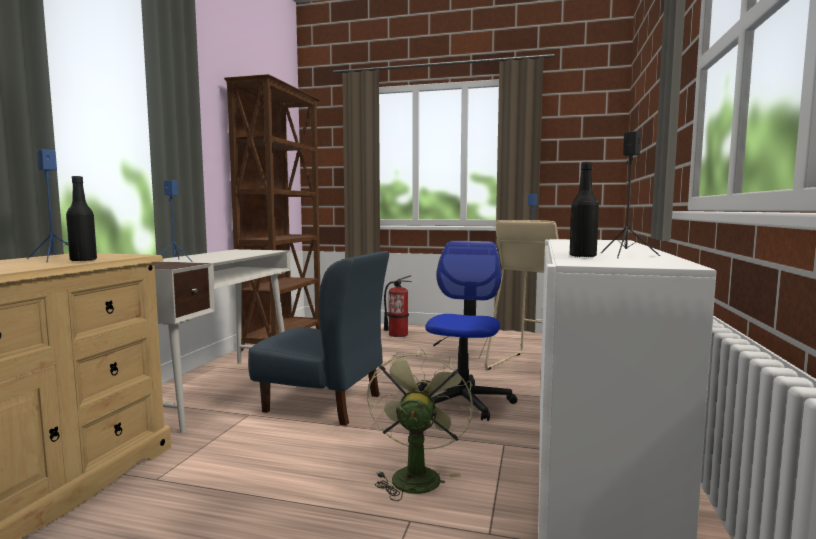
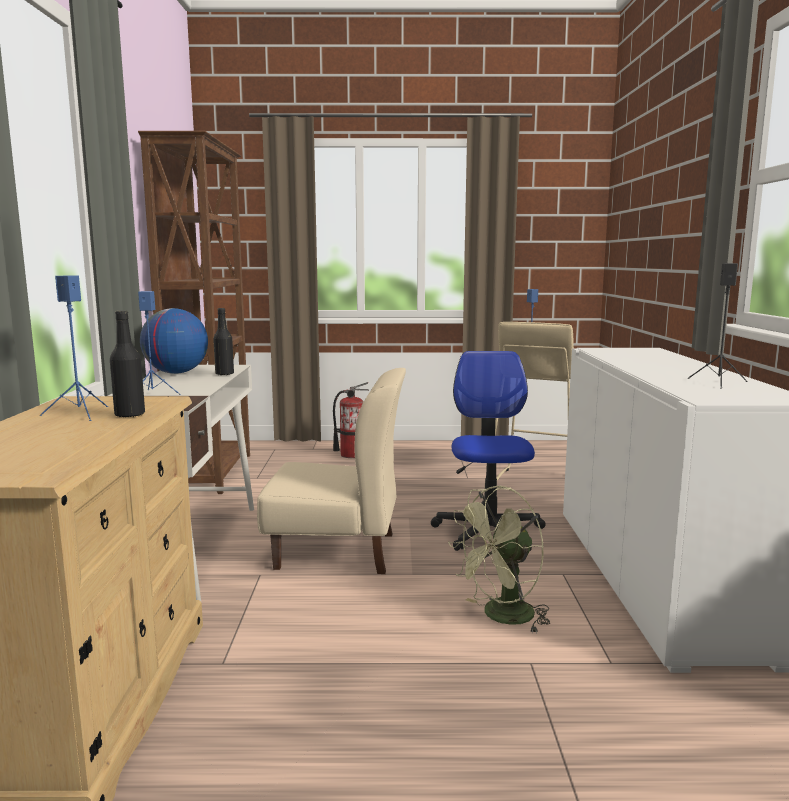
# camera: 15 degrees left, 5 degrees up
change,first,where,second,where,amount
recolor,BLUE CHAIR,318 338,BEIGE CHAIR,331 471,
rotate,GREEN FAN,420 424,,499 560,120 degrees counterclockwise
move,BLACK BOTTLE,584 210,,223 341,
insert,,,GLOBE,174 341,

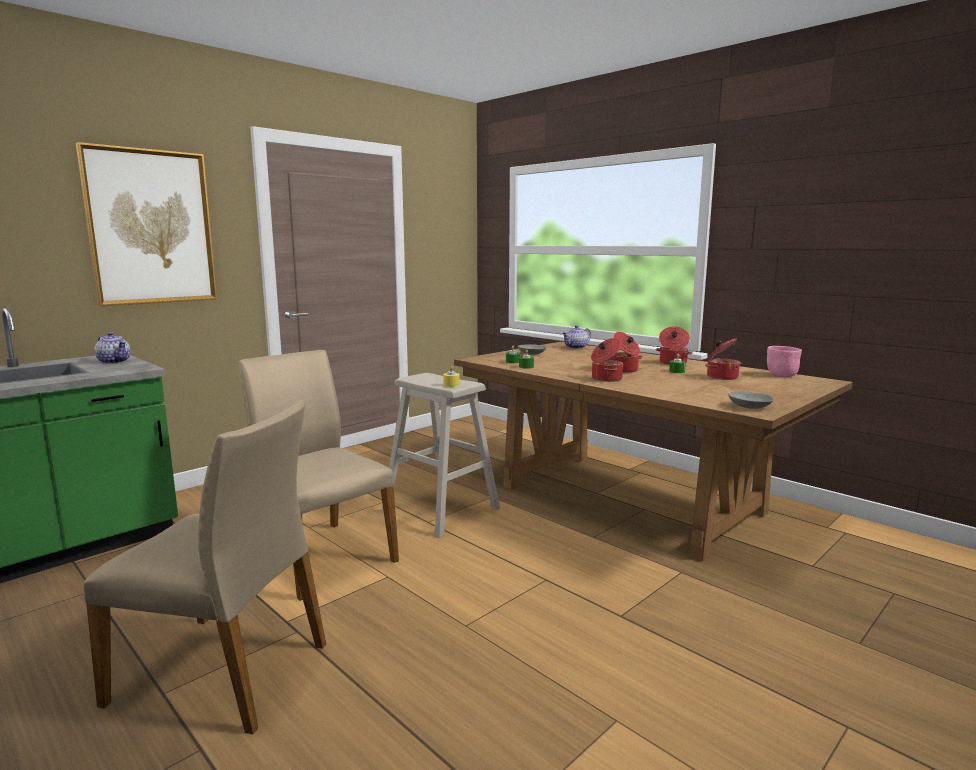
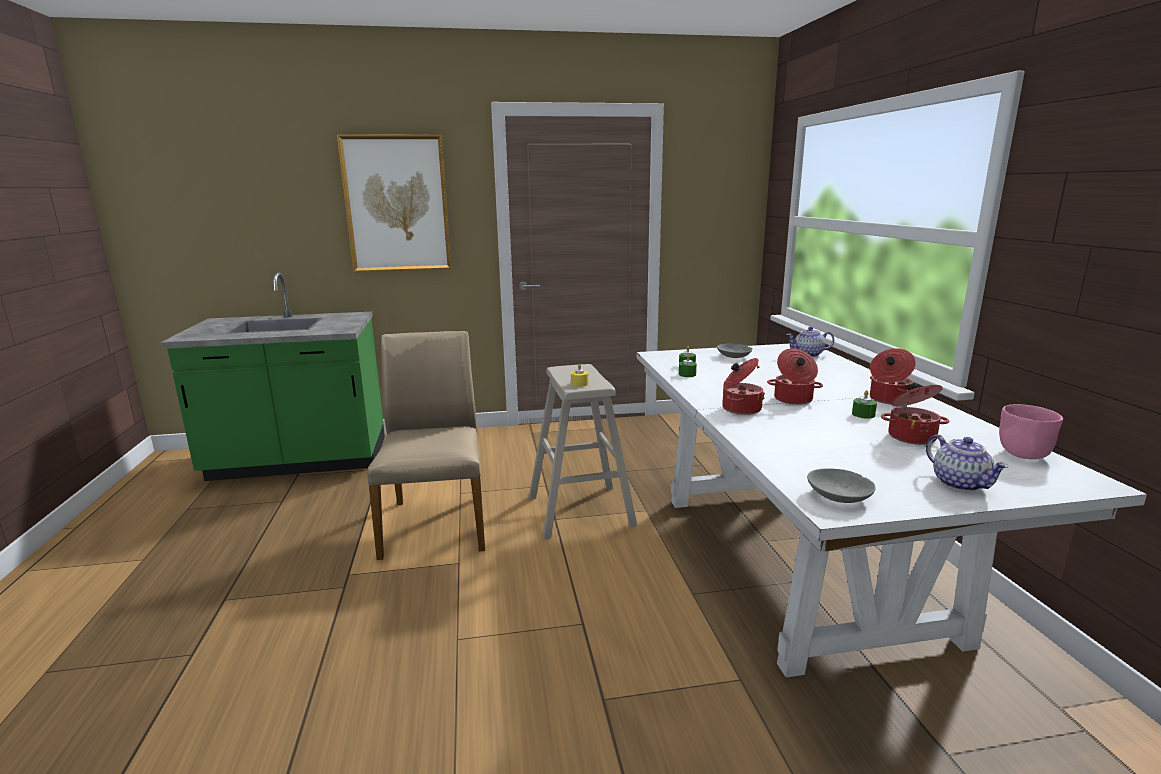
# camera: 35 degrees right, 5 degrees up
change,first,where,second,where,amount
delete,BEIGE CHAIR,204 566,,,
move,TEAPOT,113 348,,967 462,
recolor,BROWN DINING TABLE,653 451,WHITE DINING TABLE,892 511,

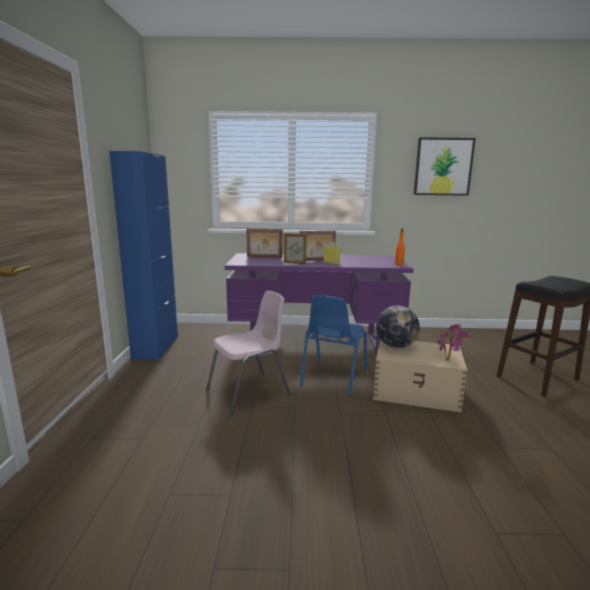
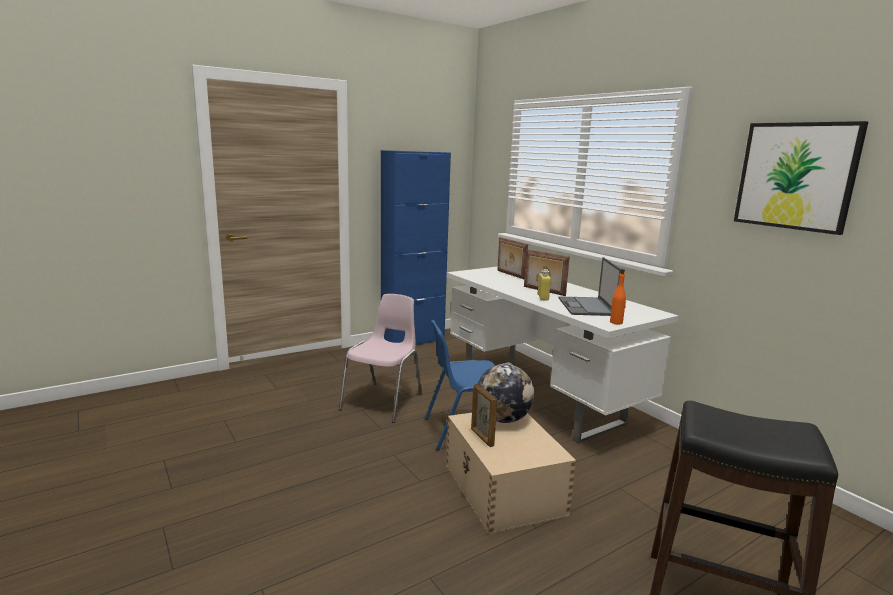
# camera: 55 degrees right, 0 degrees up
change,first,where,second,where,amount
rotate,PINK CHAIR,248 353,,380 358,90 degrees counterclockwise
recolor,PURPLE DESK,319 303,WHITE DESK,563 355,
move,PICTURE FRAME,295 248,,484 415,
delete,POTTED PLANT,454 342,,,
insert,,,LAPTOP,589 286,

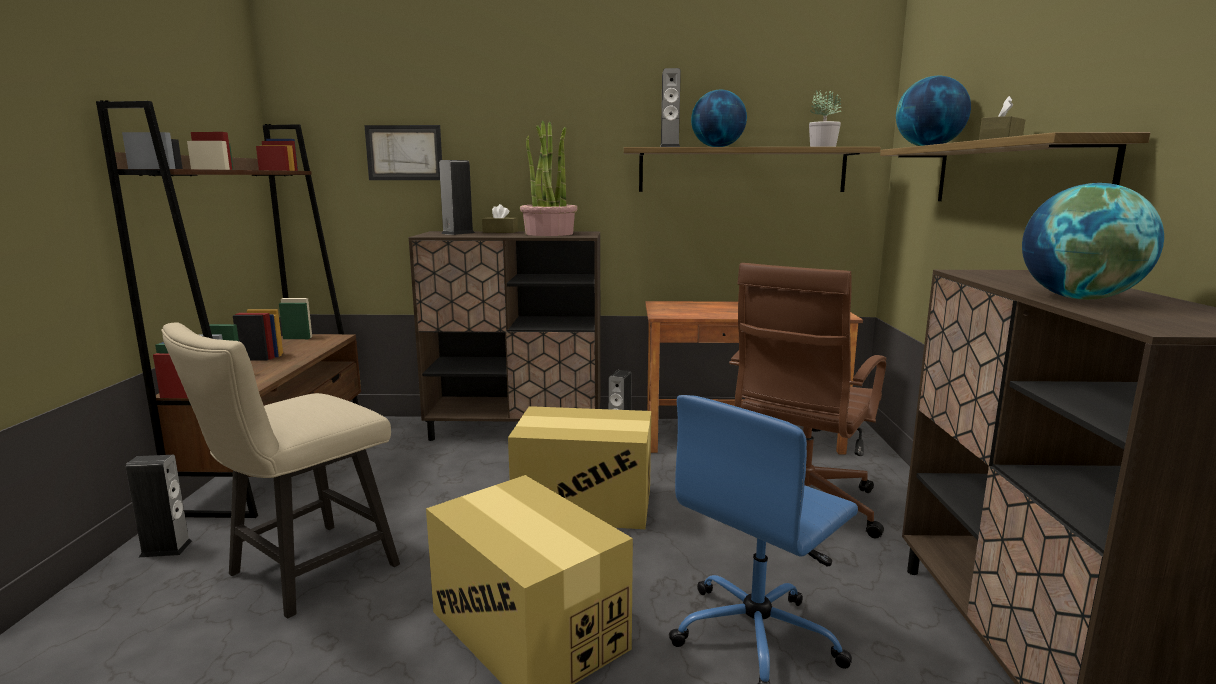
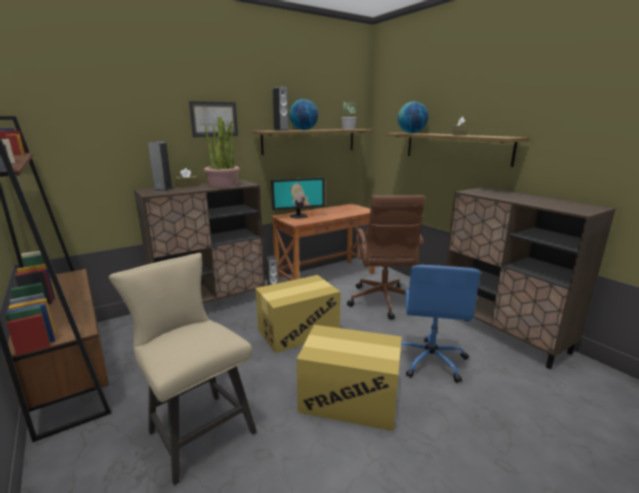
# camera: 35 degrees left, 5 degrees up
change,first,where,second,where,amount
delete,SPEAKER,159 506,,,
rotate,BEIGE CHAIR,280 470,,183 369,135 degrees clockwise
move,PICTURE,403 152,,213 119,
delete,GLOBE,1093 241,,,
insert,,,MONITOR,298 198,

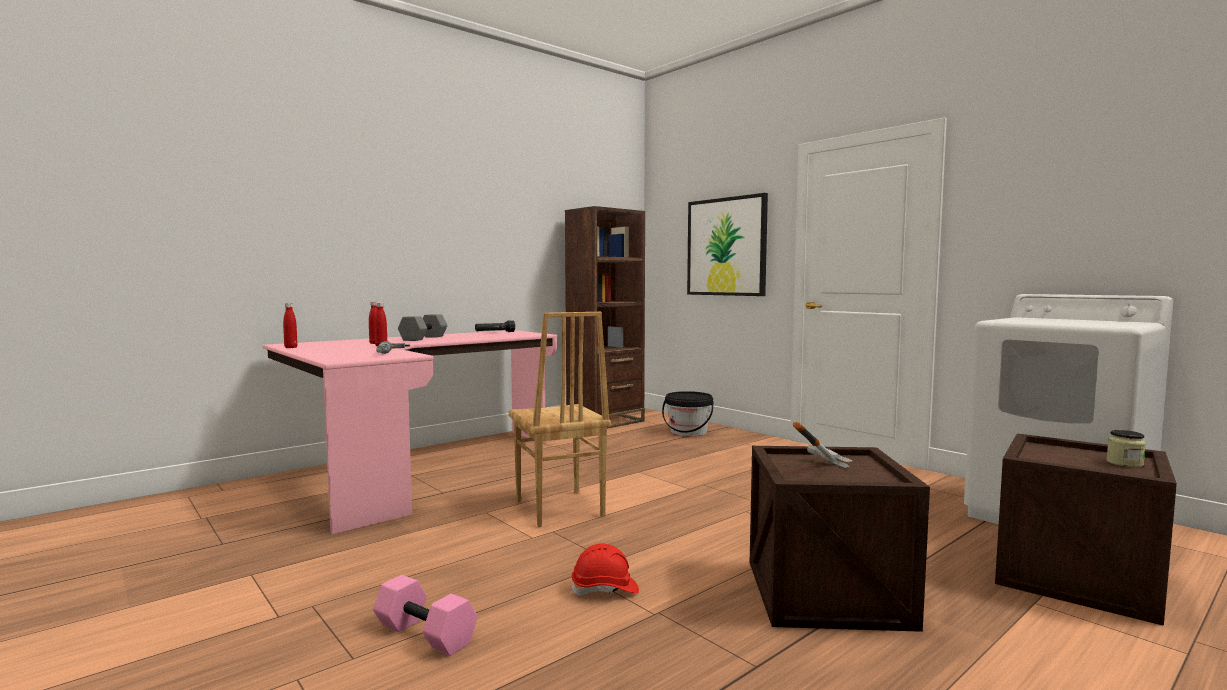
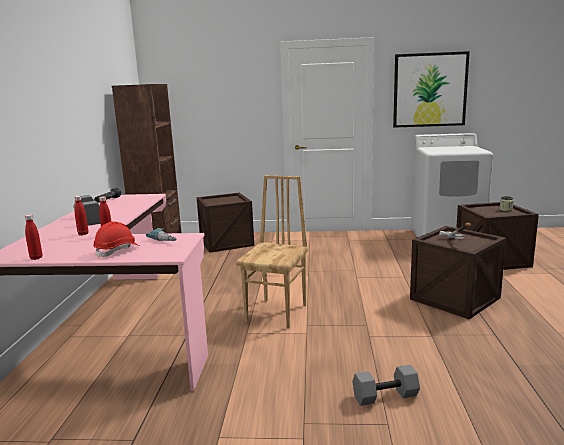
# camera: 45 degrees left, 10 degrees up
change,first,where,second,where,amount
recolor,PINK DUMBBELL,425 615,GREY DUMBBELL,386 385,
rotate,BROWN CHAIR,560 419,,272 251,90 degrees counterclockwise
move,RED HARD HAT,605 569,,116 240,
replace,BLACK BUCKET,688 413,CRATE,225 223,
move,PICTURE,727 244,,431 89,

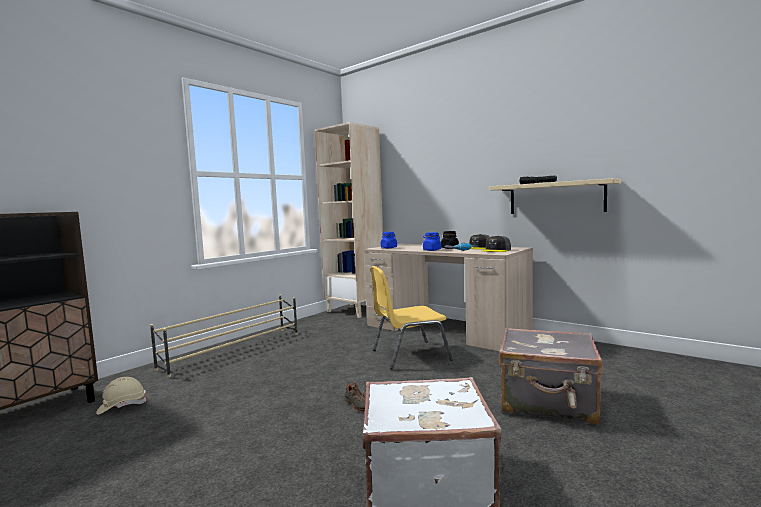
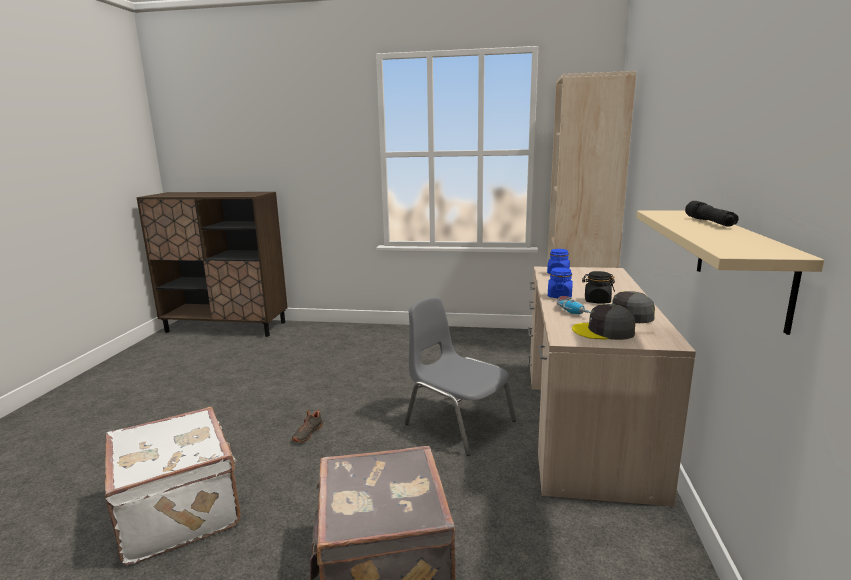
# camera: 60 degrees right, 10 degrees up
change,first,where,second,where,amount
delete,BEIGE HARD HAT,121 396,,,
delete,BEIGE SHOE RACK,224 336,,,
recolor,YELLOW CHAIR,411 317,GREY CHAIR,460 376,

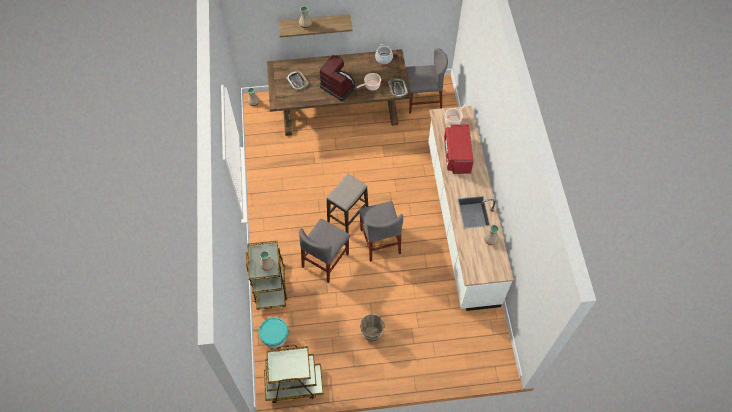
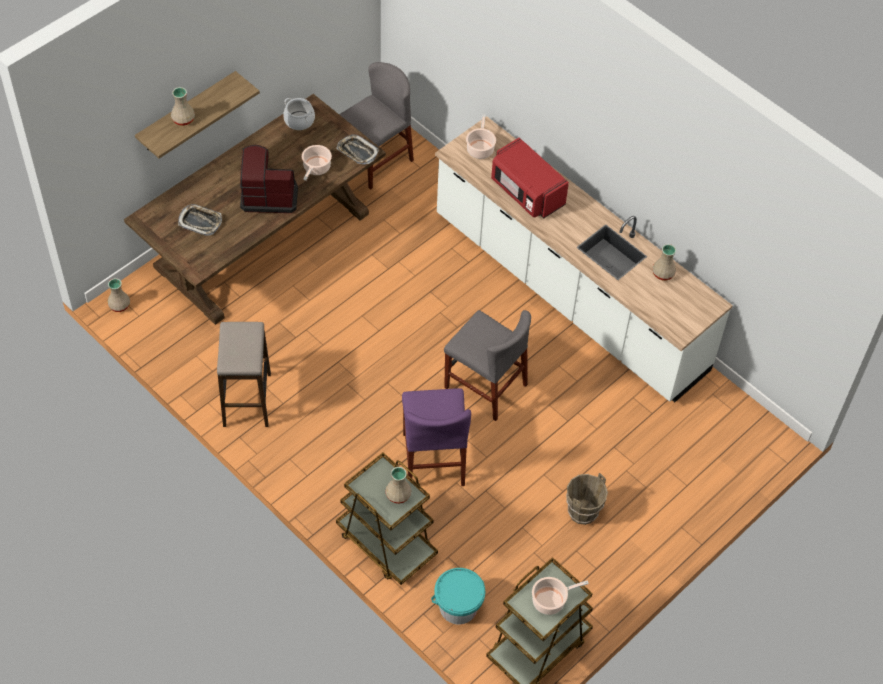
# camera: 40 degrees left, 5 degrees down
change,first,where,second,where,amount
recolor,GREY CHAIR,324 251,PURPLE CHAIR,436 437,
move,STOOL,347 203,,244 374,
insert,,,COOKING POT,560 596,

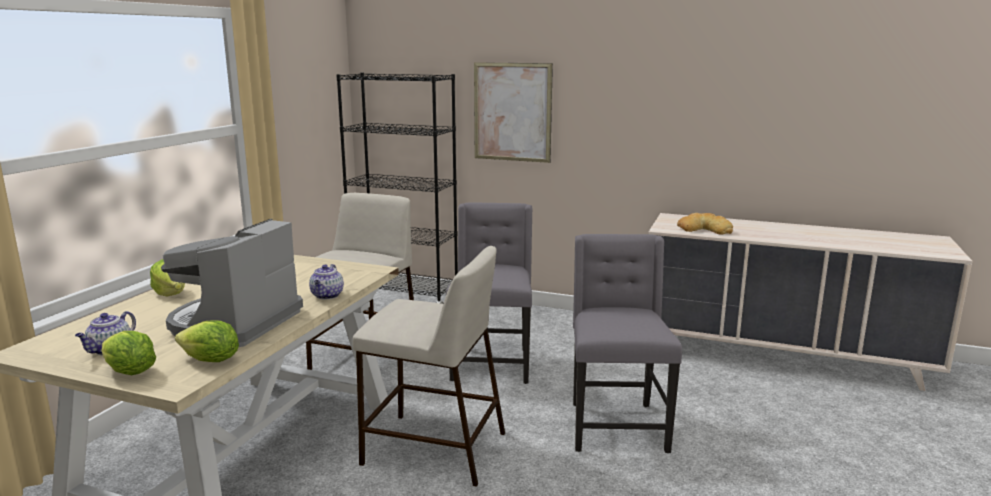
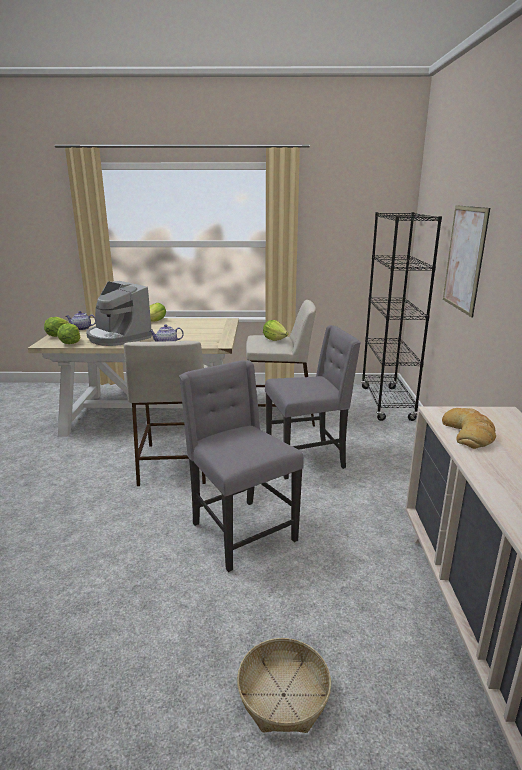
# camera: 70 degrees right, 5 degrees up
change,first,where,second,where,amount
rotate,COFFEE MACHINE,232 283,,119 313,135 degrees counterclockwise
rotate,GREY CHAIR,627 343,,241 466,105 degrees counterclockwise
insert,,,BASKET,284 685,
insert,,,LETTUCE,276 330,

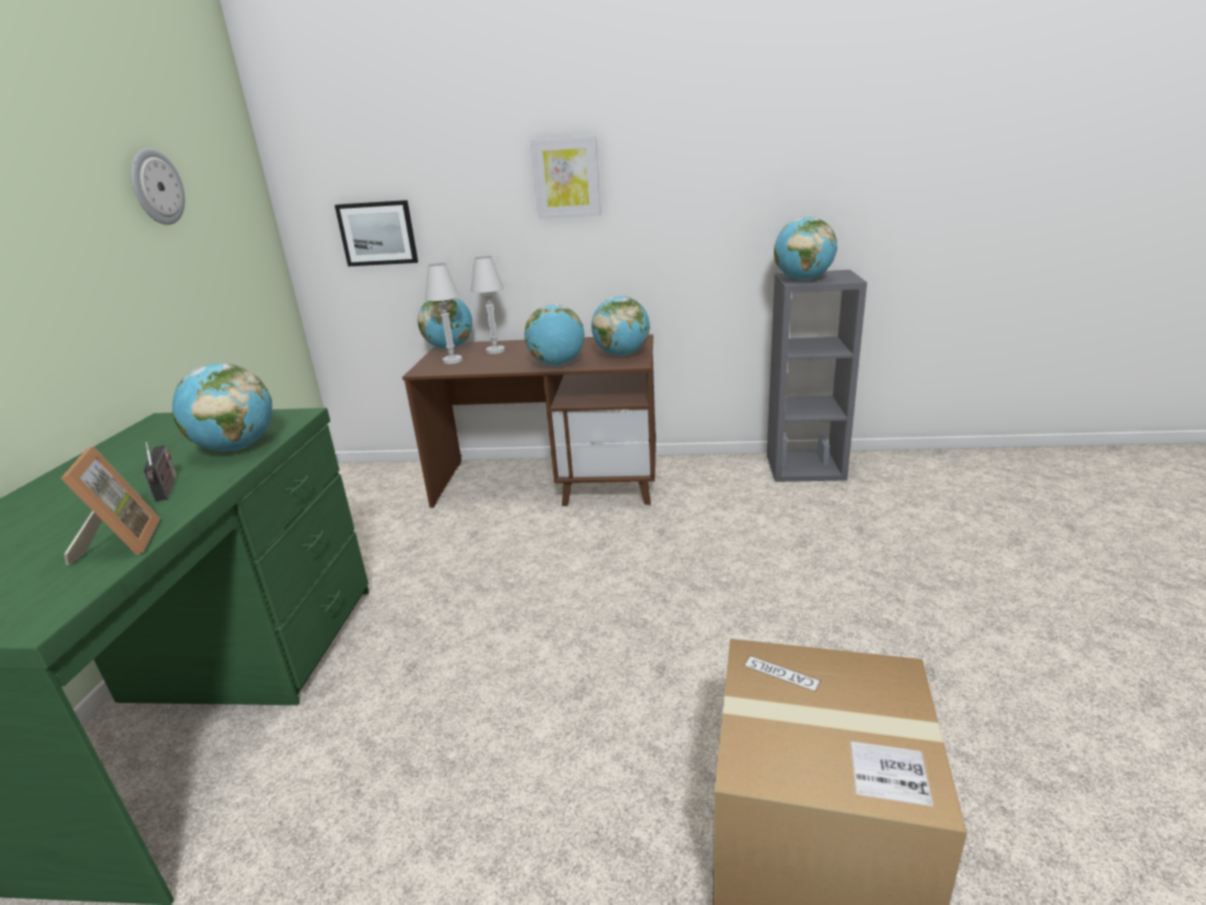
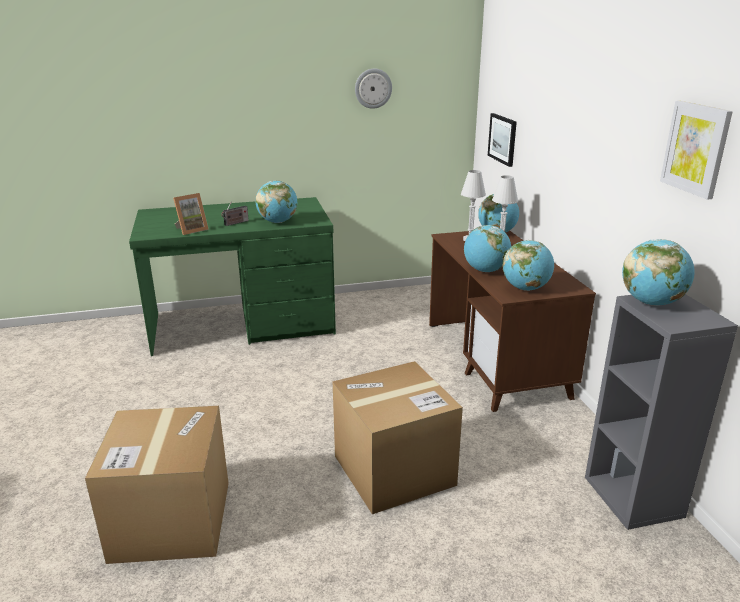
# camera: 70 degrees right, 0 degrees up
change,first,where,second,where,amount
move,PICTURE,566 177,,696 150,
insert,,,CARDBOARD BOX,397 437,

